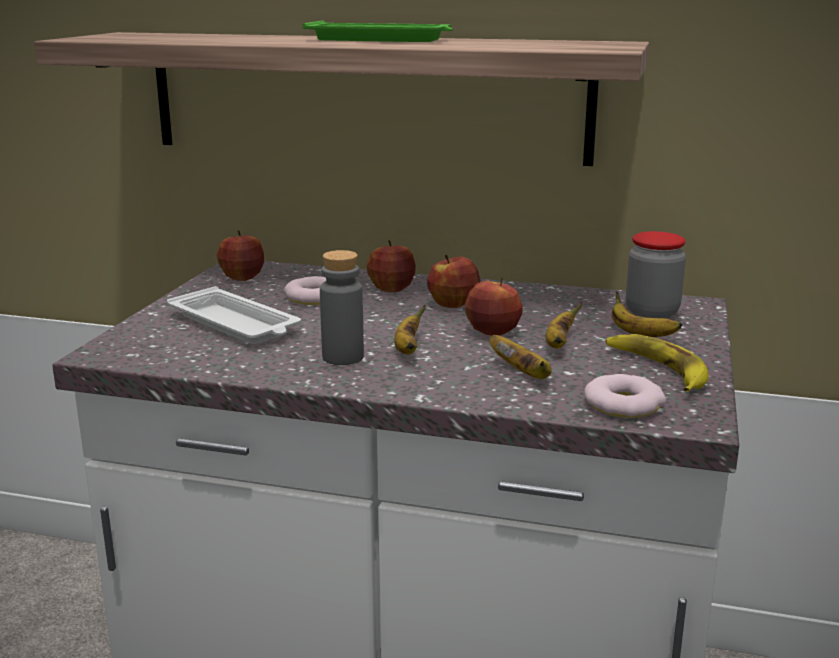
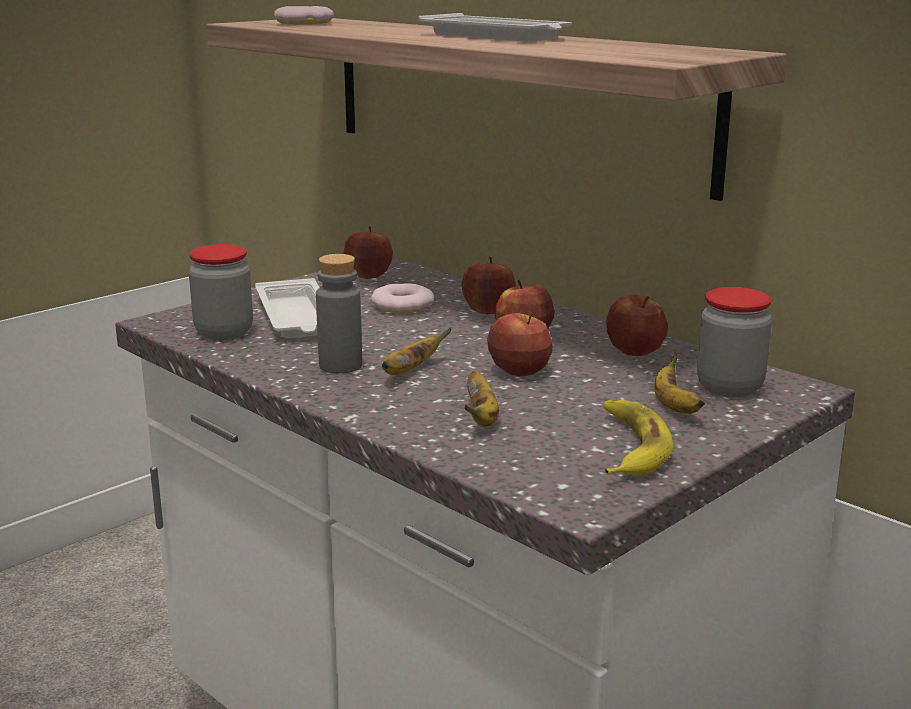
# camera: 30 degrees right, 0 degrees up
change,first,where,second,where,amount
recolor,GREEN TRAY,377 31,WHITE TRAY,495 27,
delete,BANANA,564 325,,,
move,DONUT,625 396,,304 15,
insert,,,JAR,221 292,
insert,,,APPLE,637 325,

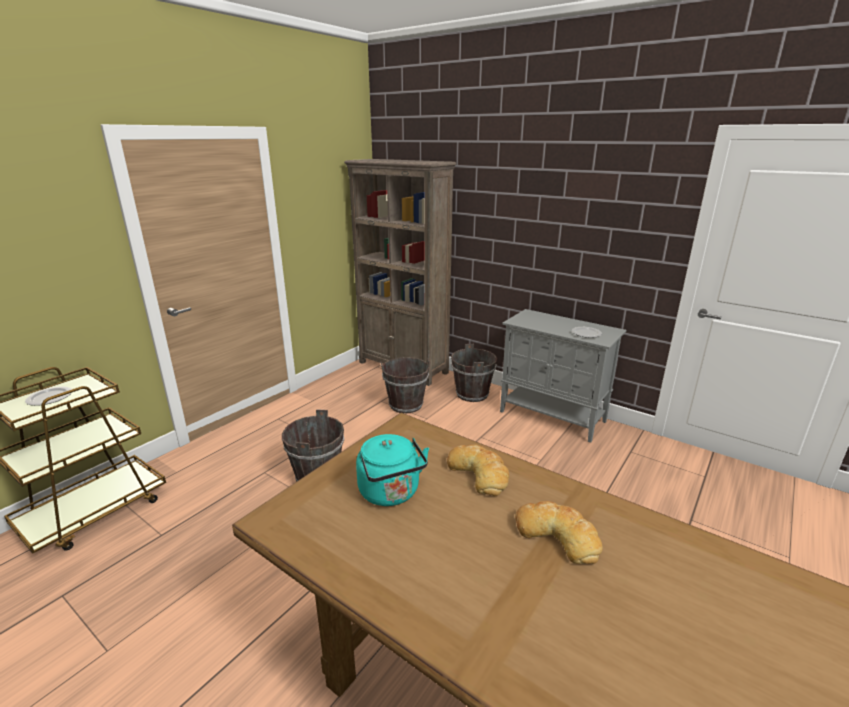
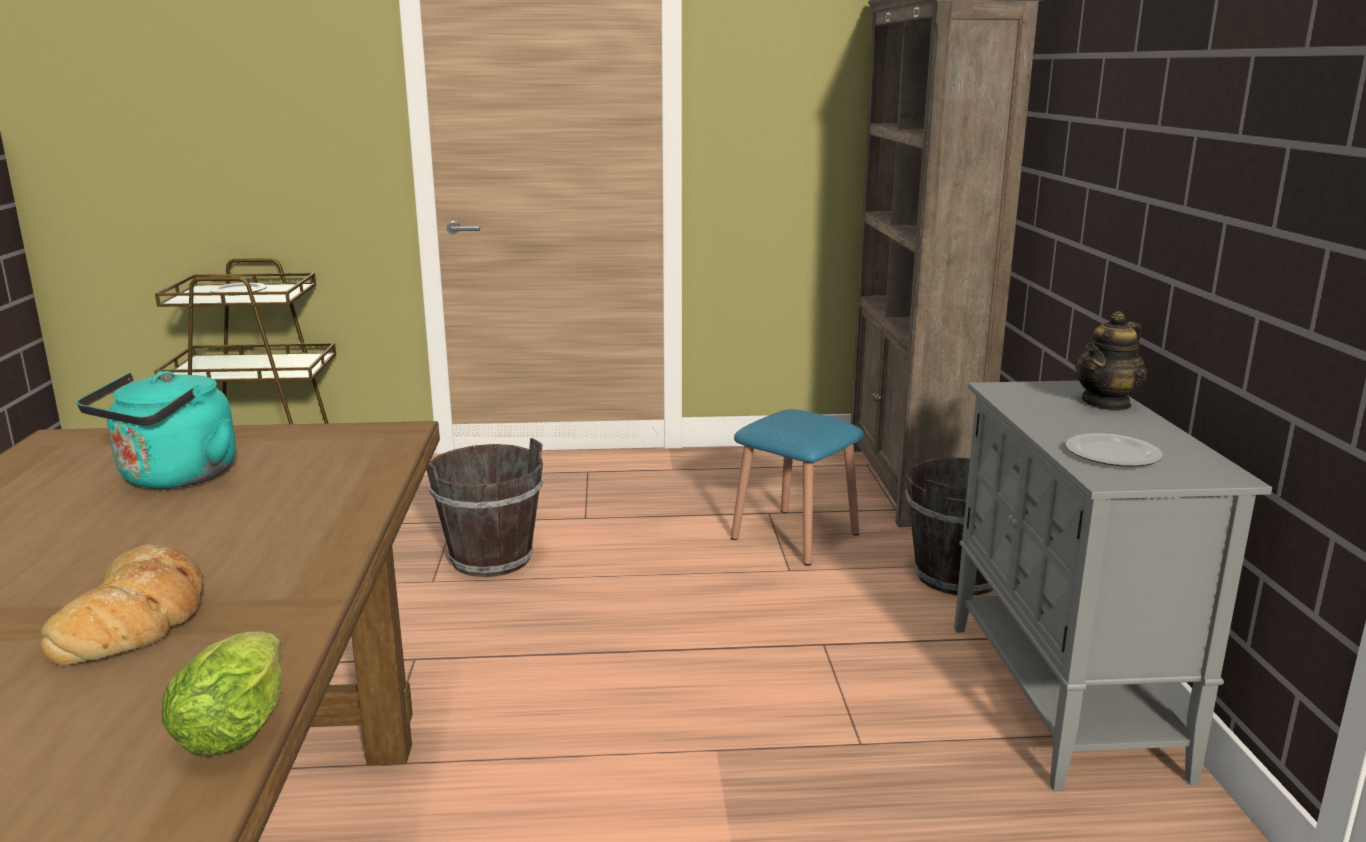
# camera: 50 degrees right, 5 degrees down
change,first,where,second,where,amount
replace,BROWN BUCKET,405 385,BLUE STOOL,797 487,
delete,BREAD,478 470,,,
insert,,,LETTUCE,222 693,
insert,,,TEAPOT,1111 361,

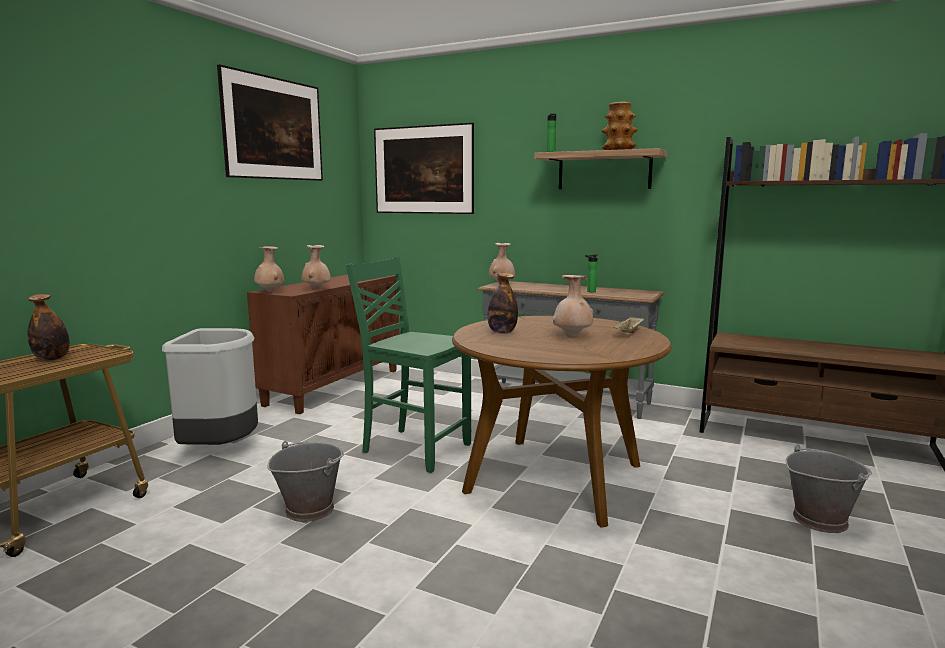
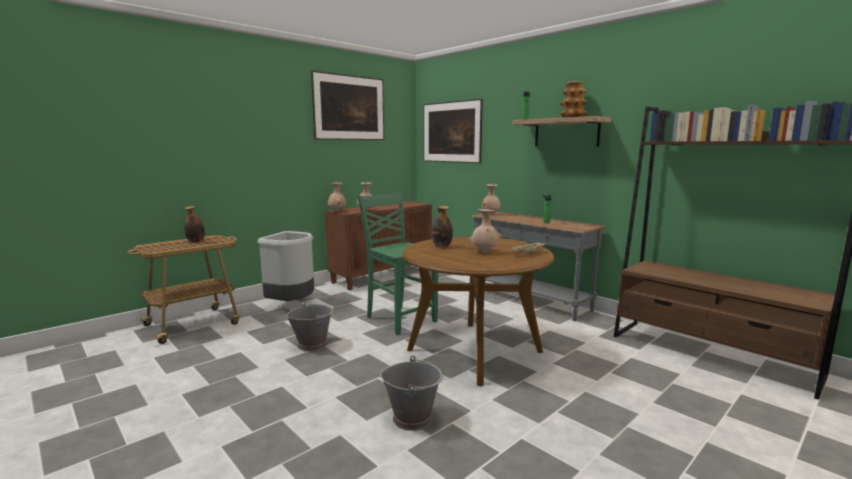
# camera: 20 degrees right, 0 degrees up
change,first,where,second,where,amount
move,GREY BUCKET,829 488,,411 393,

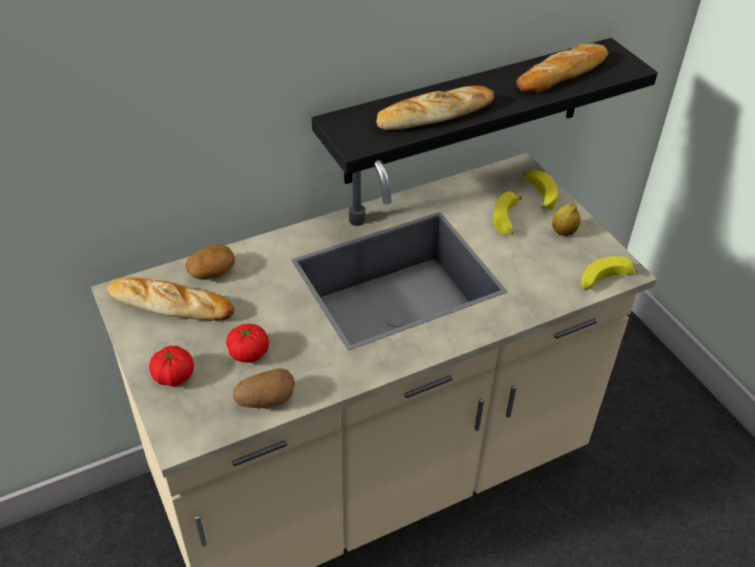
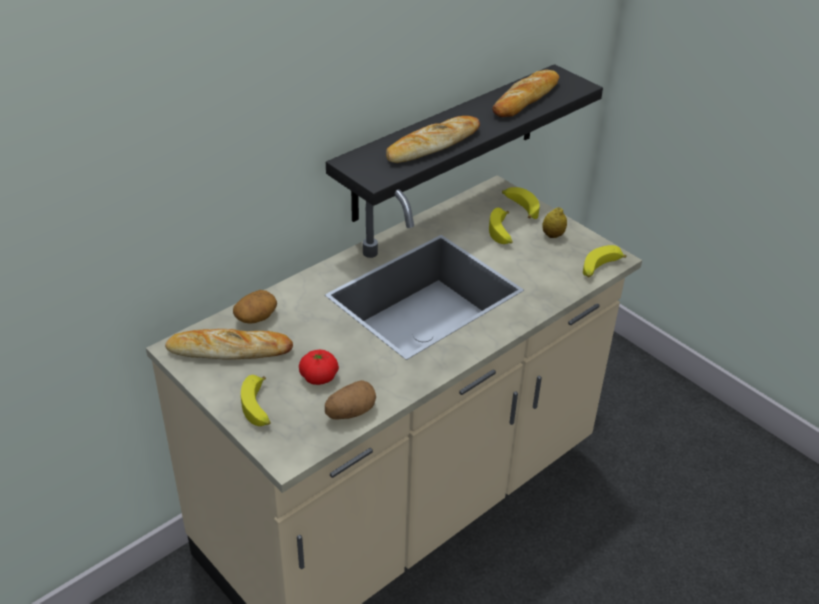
# camera: 15 degrees left, 5 degrees down
change,first,where,second,where,amount
replace,TOMATO,171 366,BANANA,255 400,

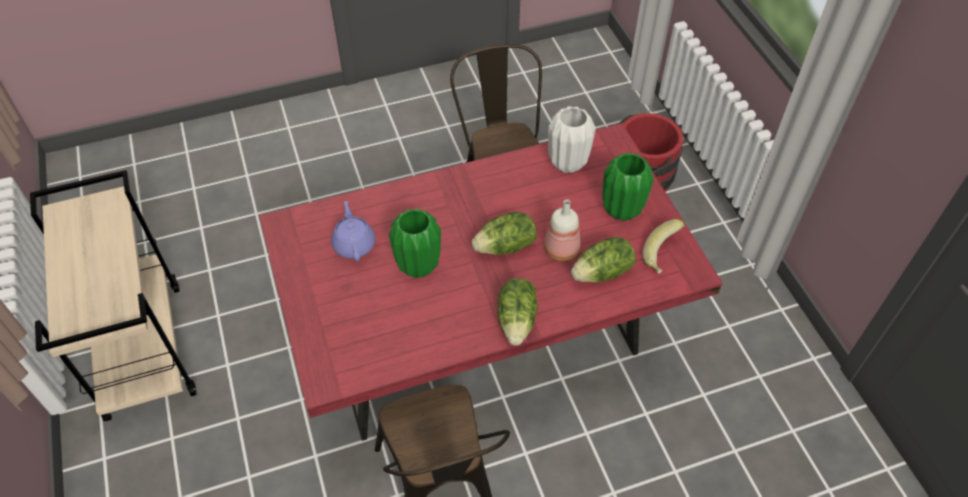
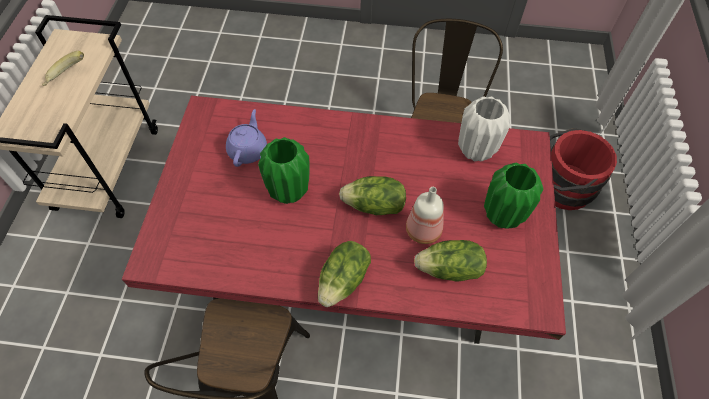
# camera: 25 degrees right, 5 degrees up
change,first,where,second,where,amount
move,BANANA,663 246,,63 68,

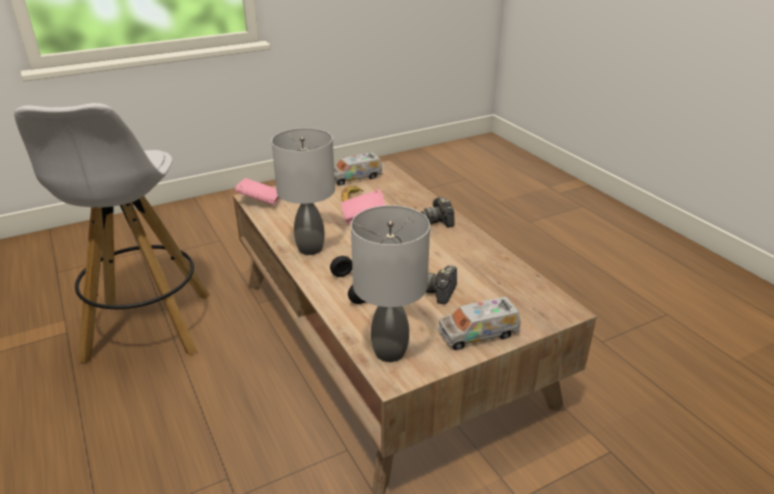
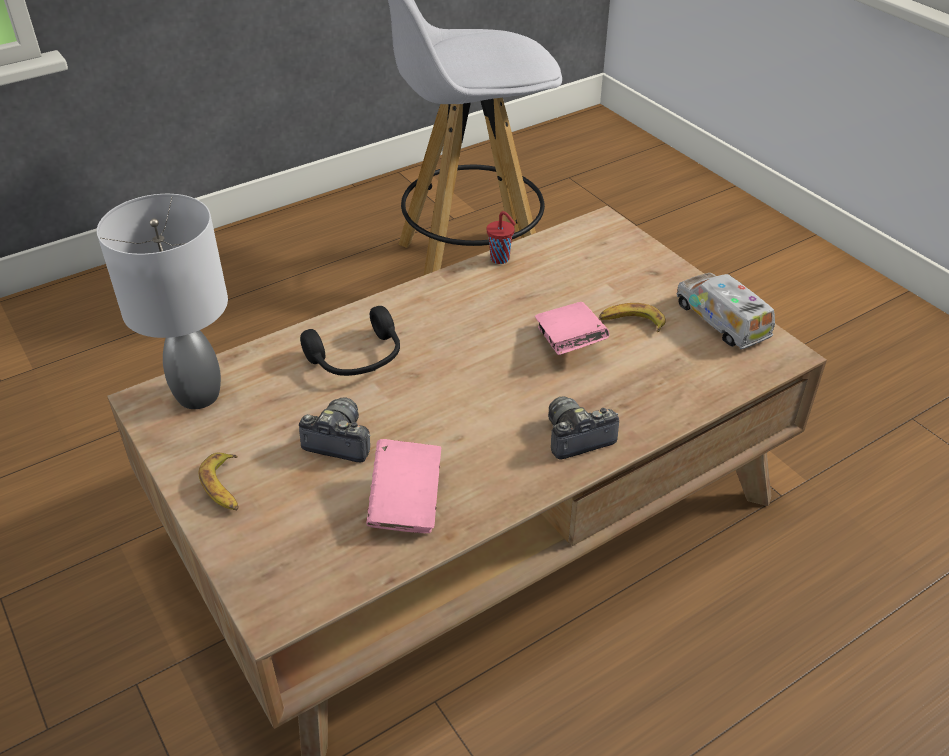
# camera: 85 degrees right, 10 degrees up
change,first,where,second,where,amount
move,PINK BOOK,257 191,,403 486,
delete,GREY TABLE LAMP,303 191,,,
replace,TOY TRUCK,479 323,BANANA,219 481,
insert,,,RED CUP,501 237,

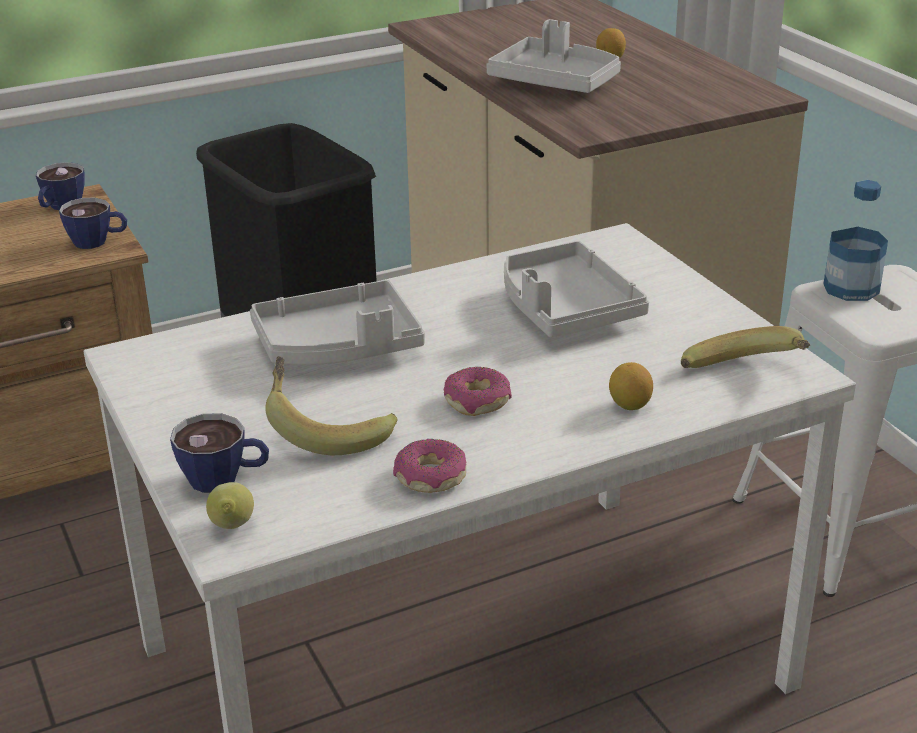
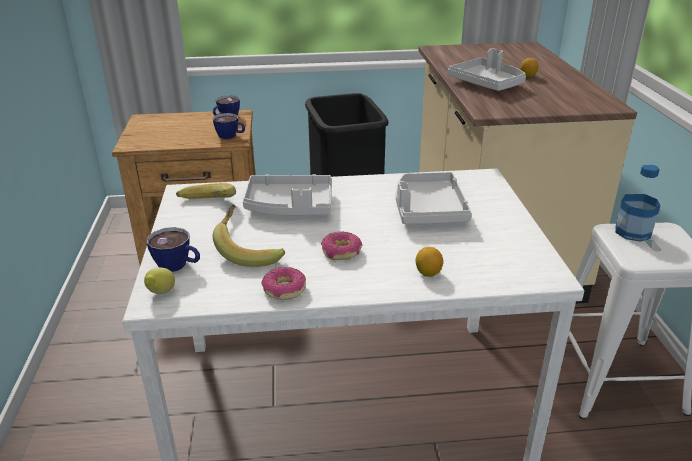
# camera: 20 degrees right, 0 degrees up
change,first,where,second,where,amount
move,BANANA,745 347,,206 191,

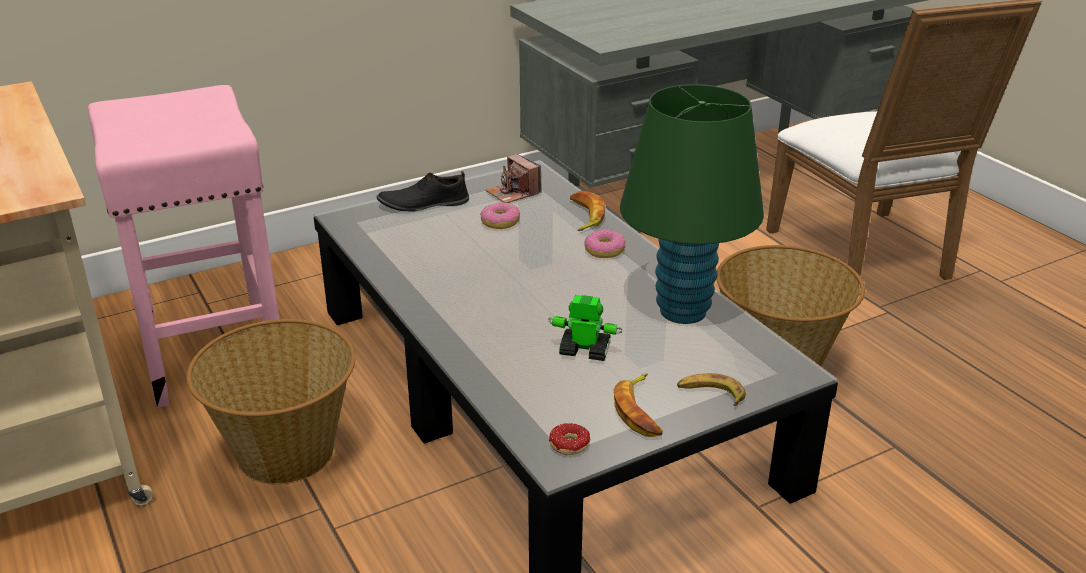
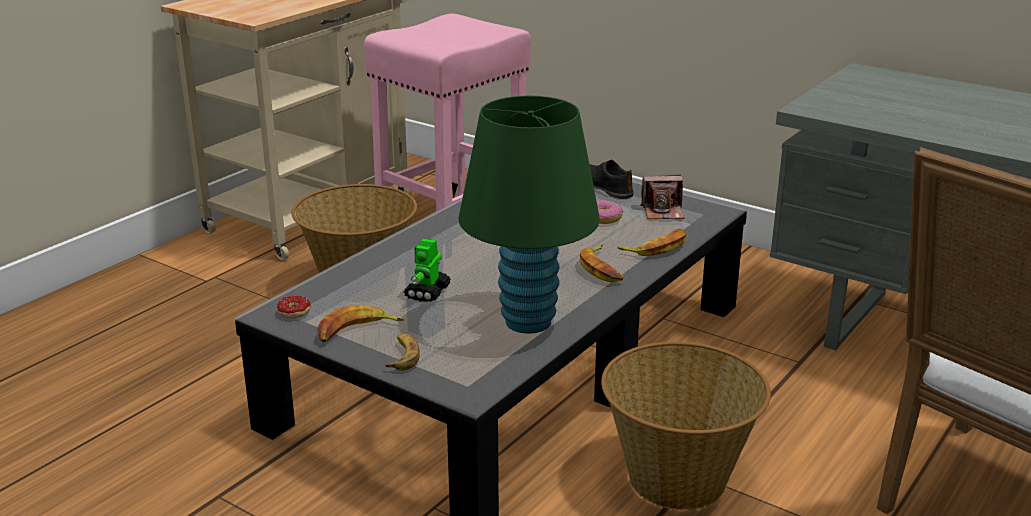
# camera: 65 degrees right, 5 degrees down
change,first,where,second,where,amount
rotate,PHOTO CAMERA,514 178,,662 197,120 degrees counterclockwise
rotate,TOY ROBOT,585 328,,427 270,150 degrees counterclockwise
replace,DONUT,604 243,BANANA,601 263,

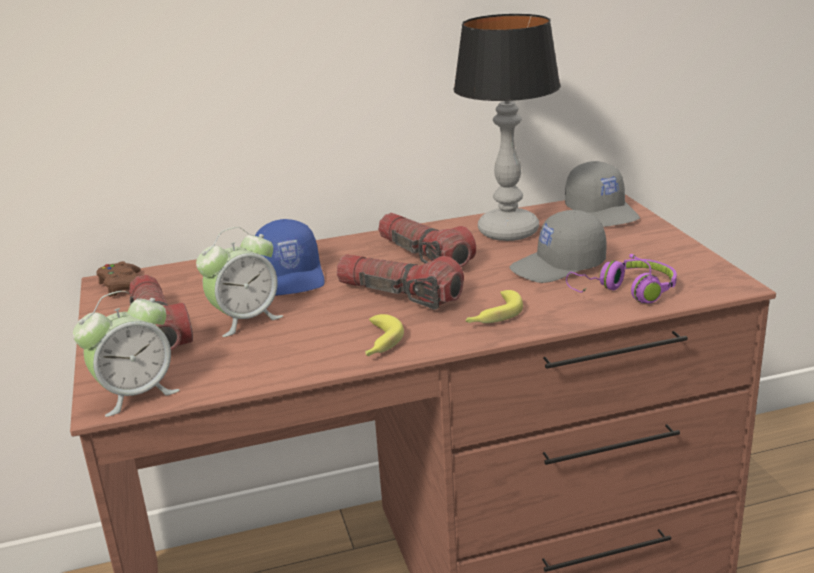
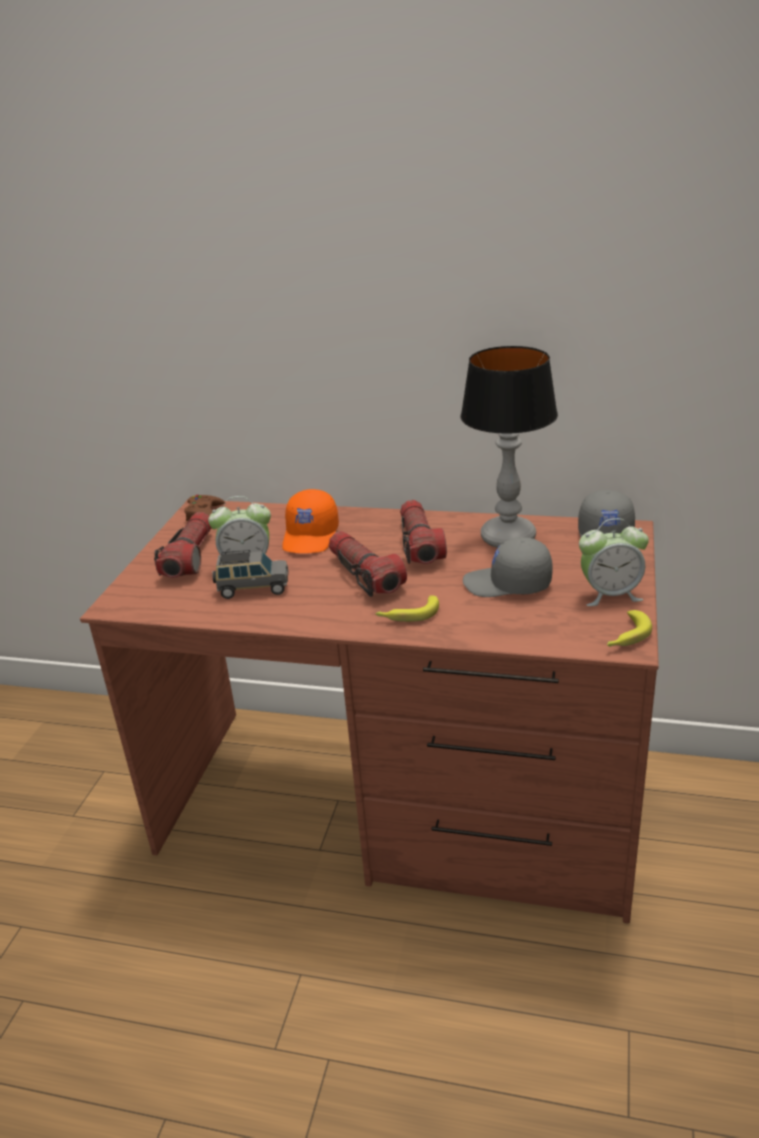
# camera: 30 degrees right, 5 degrees up
change,first,where,second,where,amount
move,ALARM CLOCK,126 354,,614 562,
recolor,BLUE CAP,290 257,ORANGE CAP,310 521,
move,BANANA,384 335,,629 628,
delete,PURPLE HEADPHONES,621 278,,,
insert,,,GREY TOY CAR,250 574,

